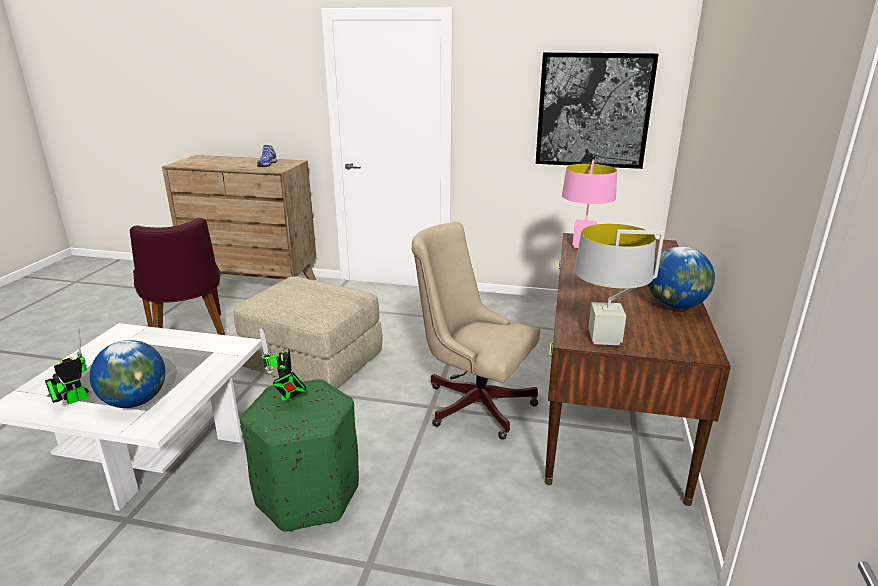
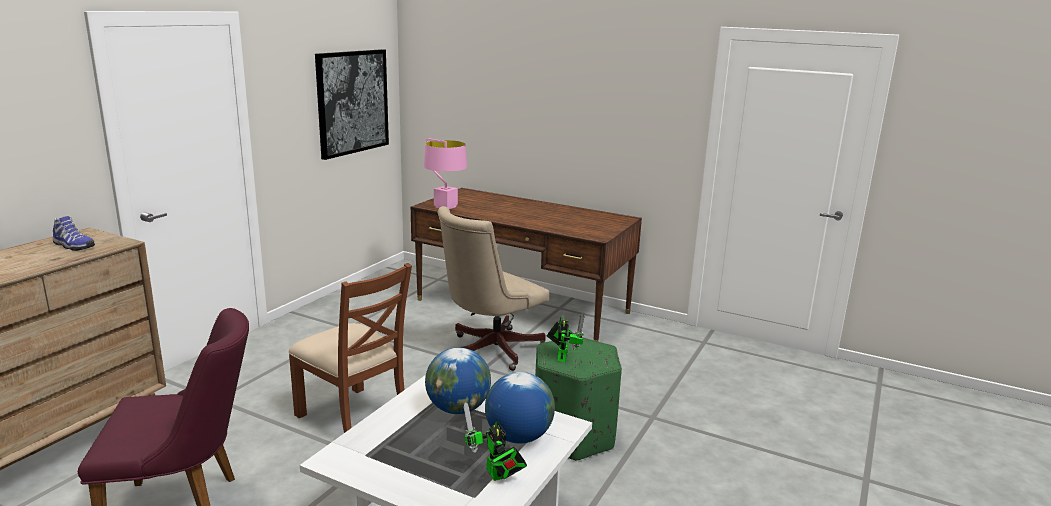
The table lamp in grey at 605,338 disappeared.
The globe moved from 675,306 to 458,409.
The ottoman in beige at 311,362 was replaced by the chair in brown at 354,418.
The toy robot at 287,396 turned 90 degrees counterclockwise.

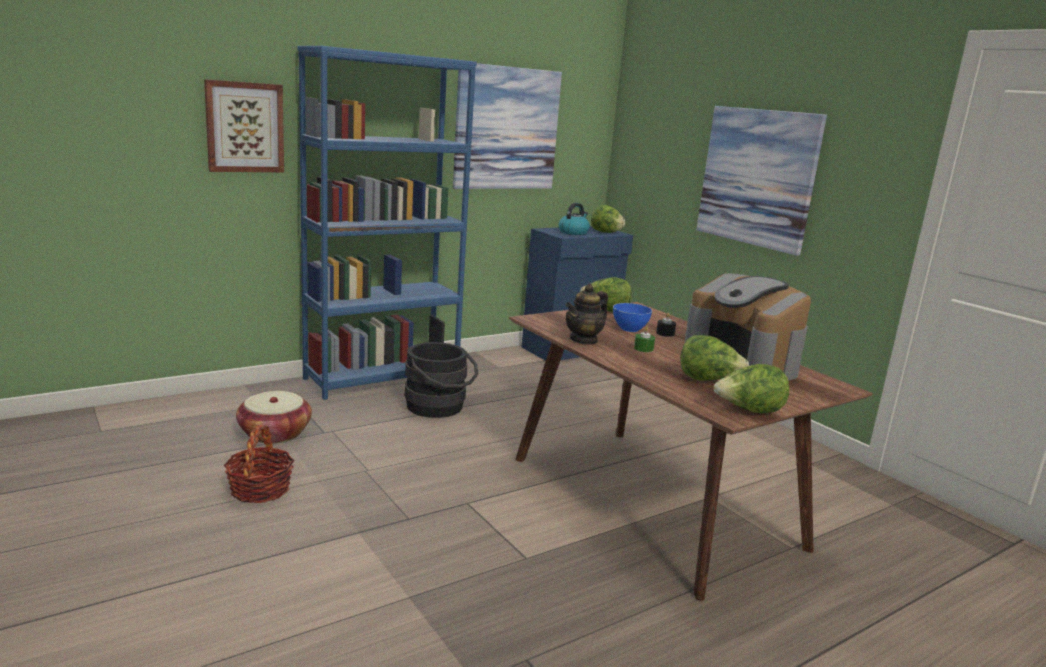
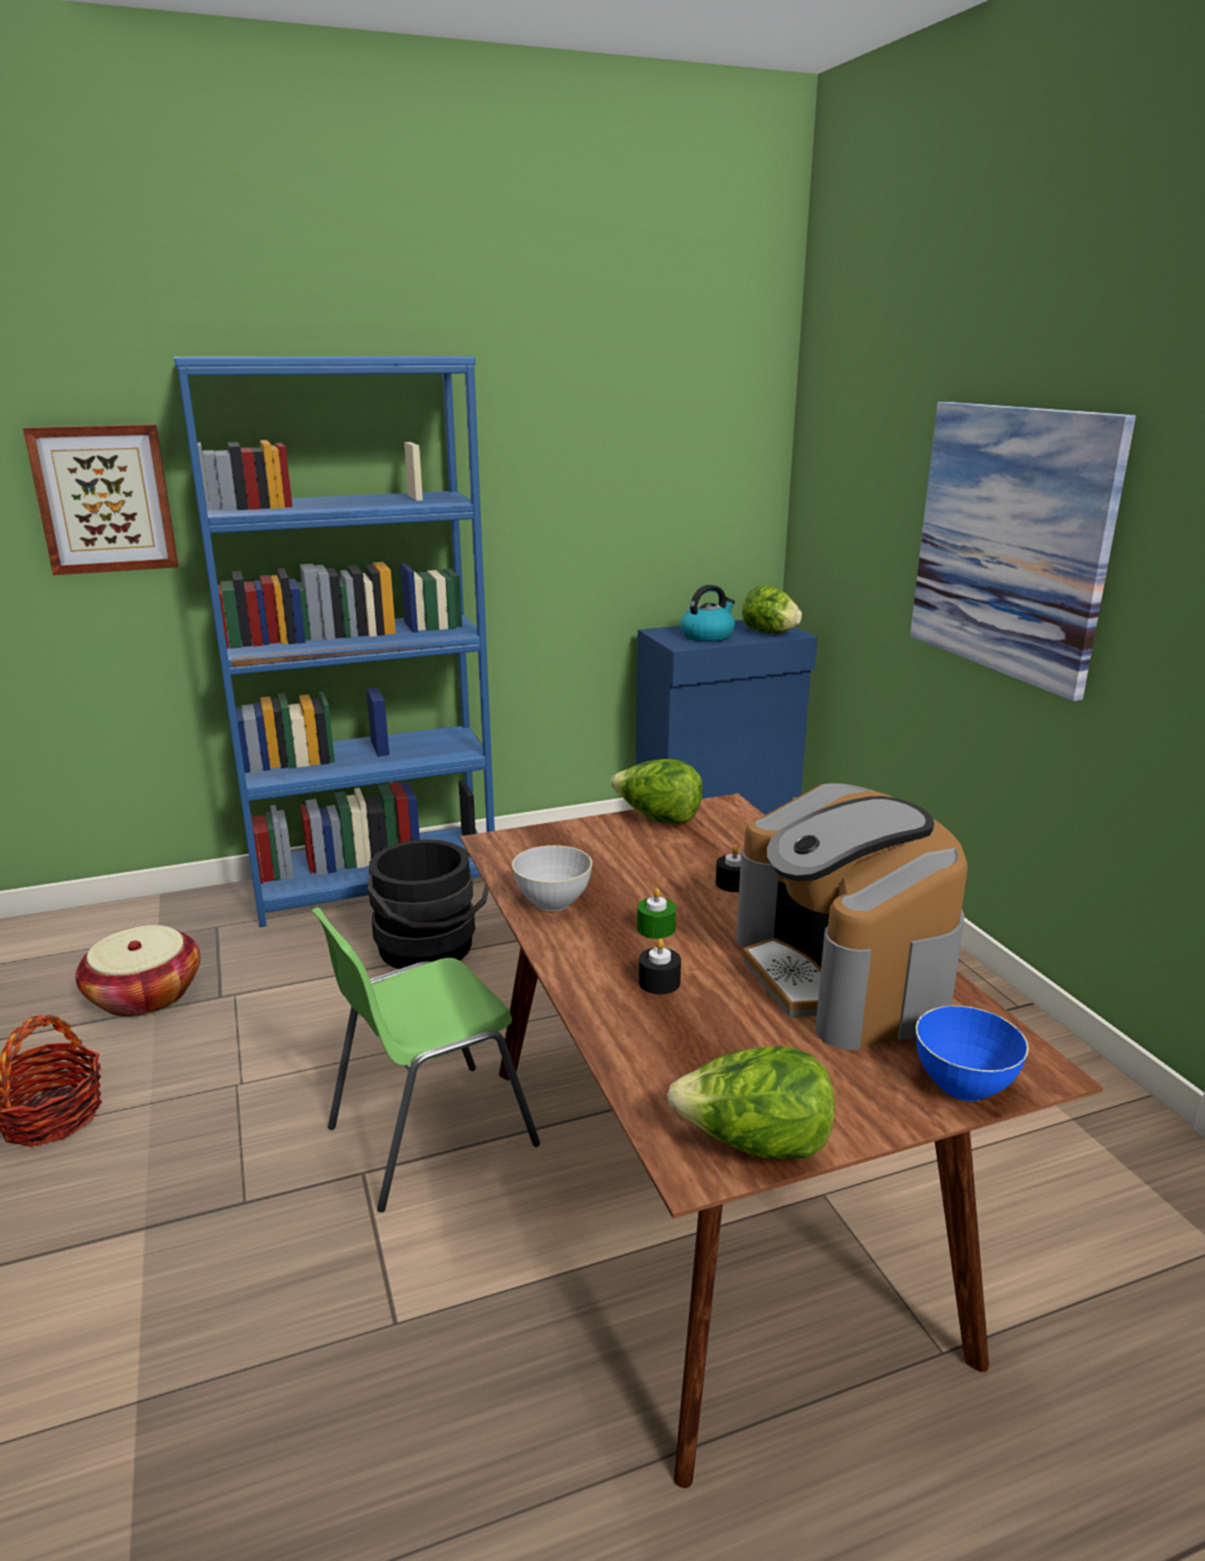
The picture at 506,128 disappeared.
The teapot at 584,340 was replaced by the bowl in grey at 553,902.
The bowl in blue moved from 630,329 to 963,1085.
The lettuce at 708,380 disappeared.
The chair in green at 429,1135 appeared.
The candle in black at 659,982 appeared.

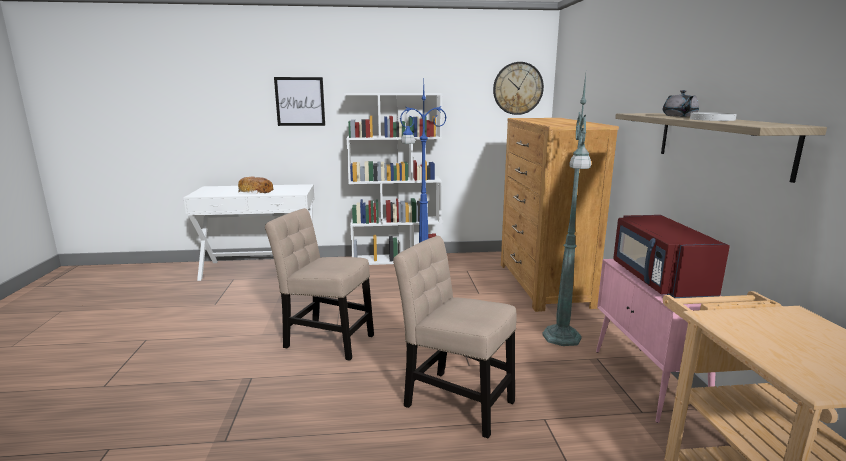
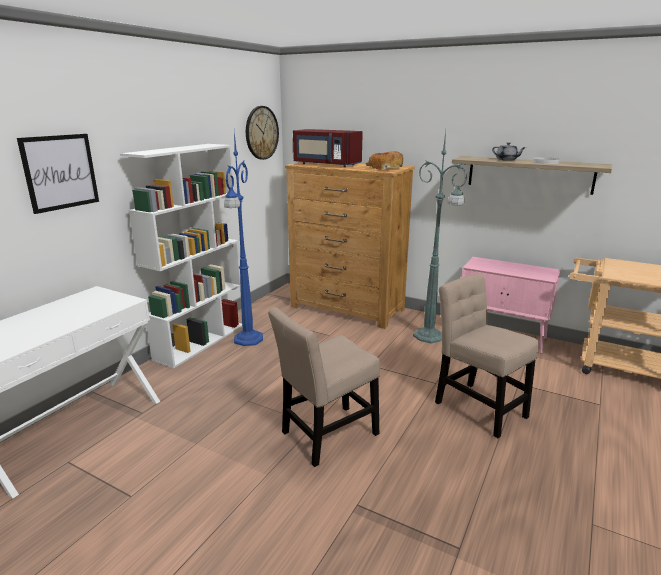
The bread moved from 256,192 to 384,168.
The microwave in red moved from 658,280 to 326,164.
The chair in beige at 454,400 turned 75 degrees clockwise.

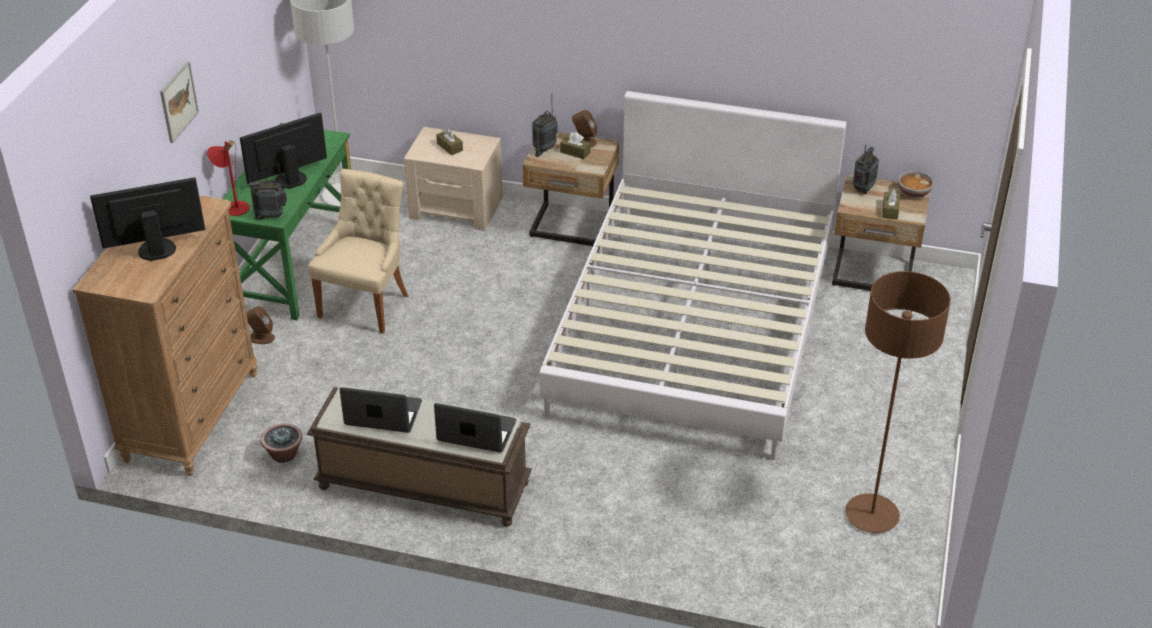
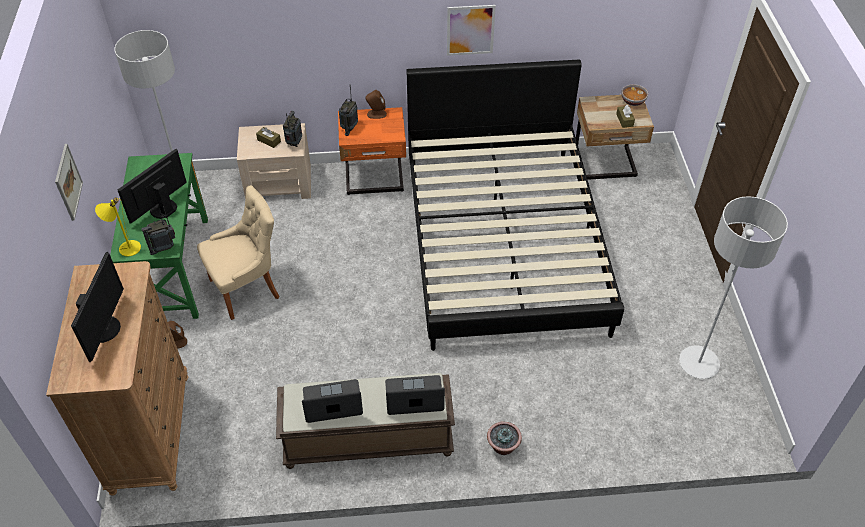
The bed in white at 695,328 became the bed in black at 504,241.
The nightstand in beige at 571,228 became the nightstand in orange at 375,179.
The tissue box in brown at 575,152 disappeared.
The table lamp in red at 233,206 became the table lamp in yellow at 126,247.
The radio moved from 863,189 to 294,143.
The chair in beige at 366,304 turned 60 degrees clockwise.
The monitor at 156,248 turned 135 degrees clockwise.
The floor lamp in brown at 872,515 became the floor lamp in grey at 698,363.
The potted plant moved from 284,455 to 503,446.
The picture at 470,30 appeared.

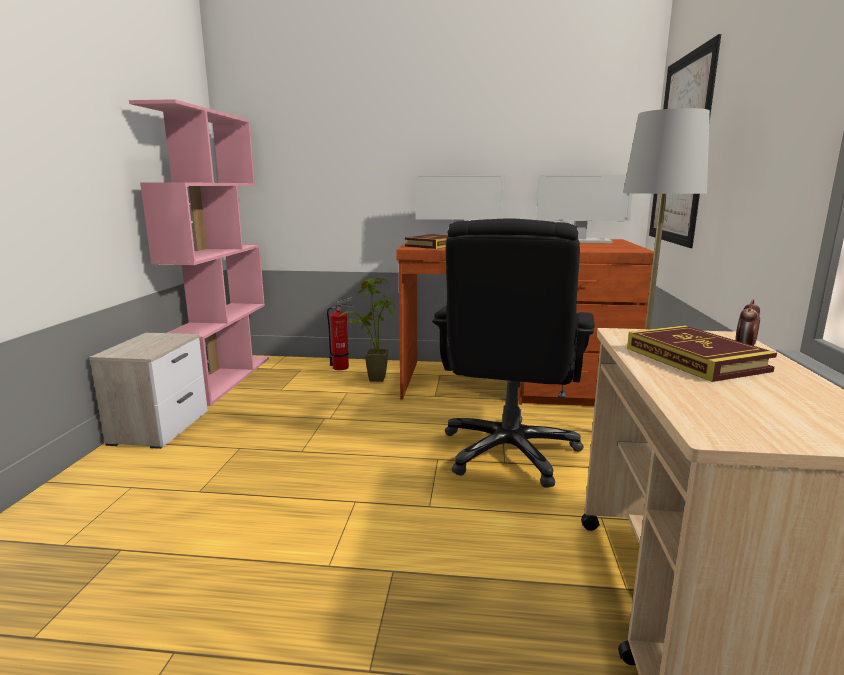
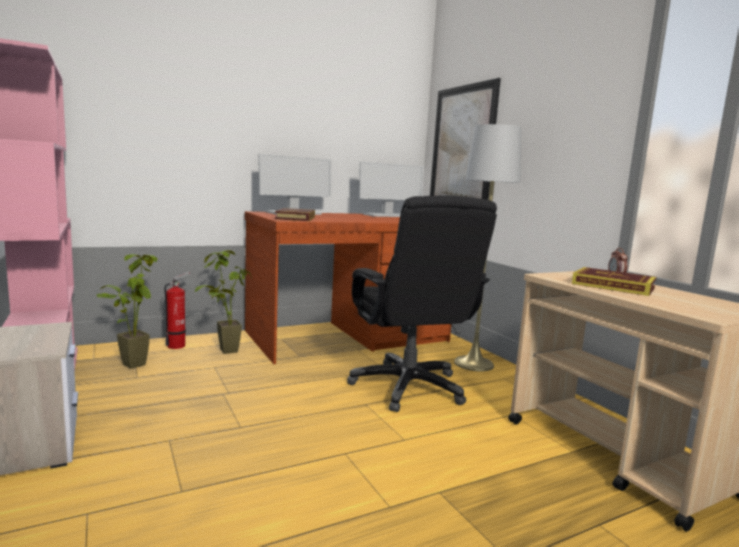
The potted plant at 132,362 appeared.

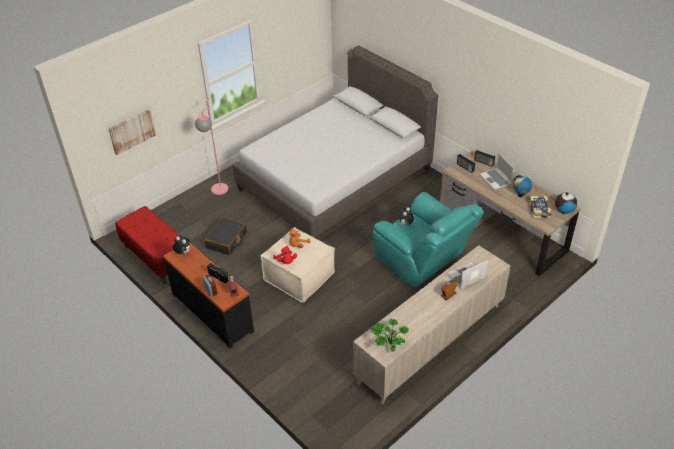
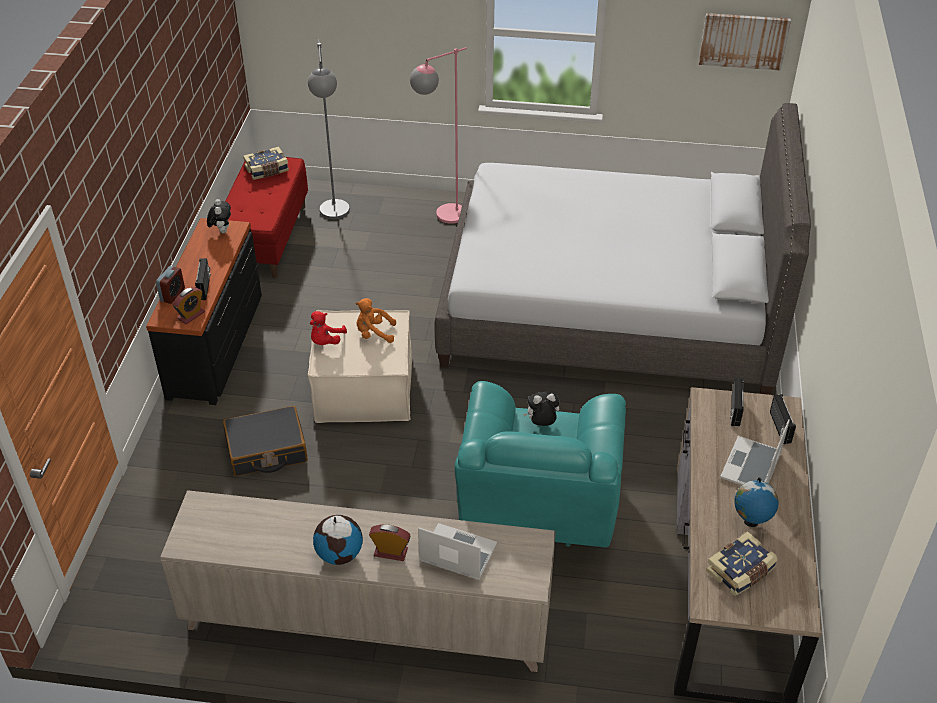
The picture moved from 132,131 to 743,40.
The globe moved from 564,210 to 340,554.
The suitcase in black moved from 227,240 to 266,450.
The potted plant at 388,343 disappeared.
The floor lamp in grey at 335,216 appeared.
The book at 267,170 appeared.

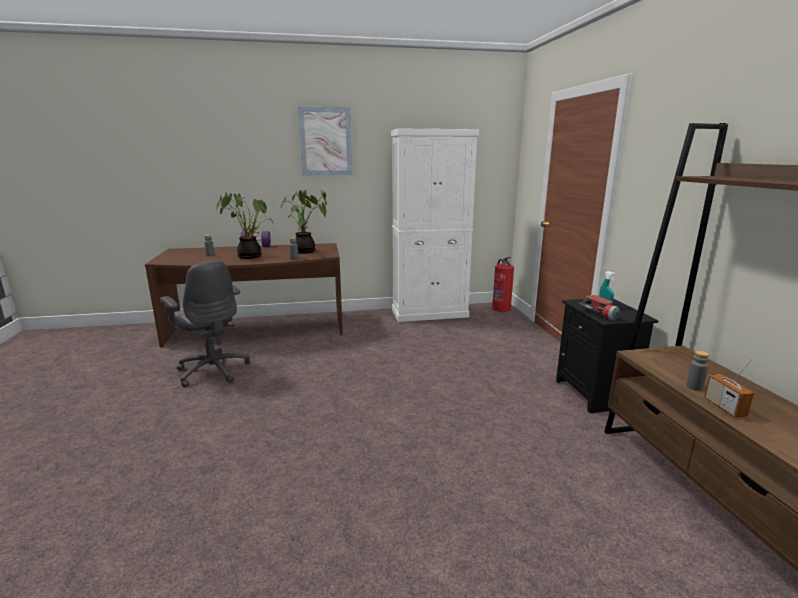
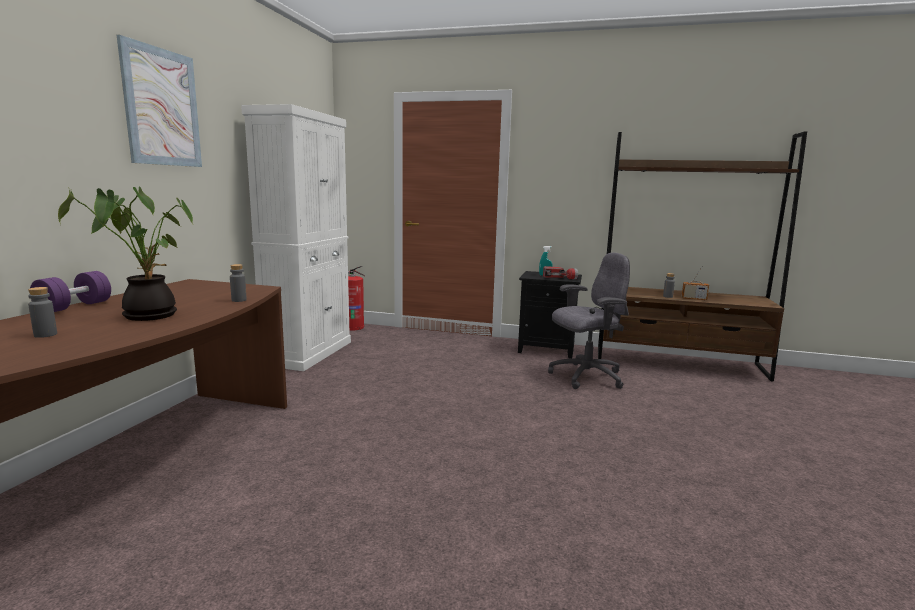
The potted plant at 306,251 disappeared.
The office chair in grey moved from 213,370 to 585,376.

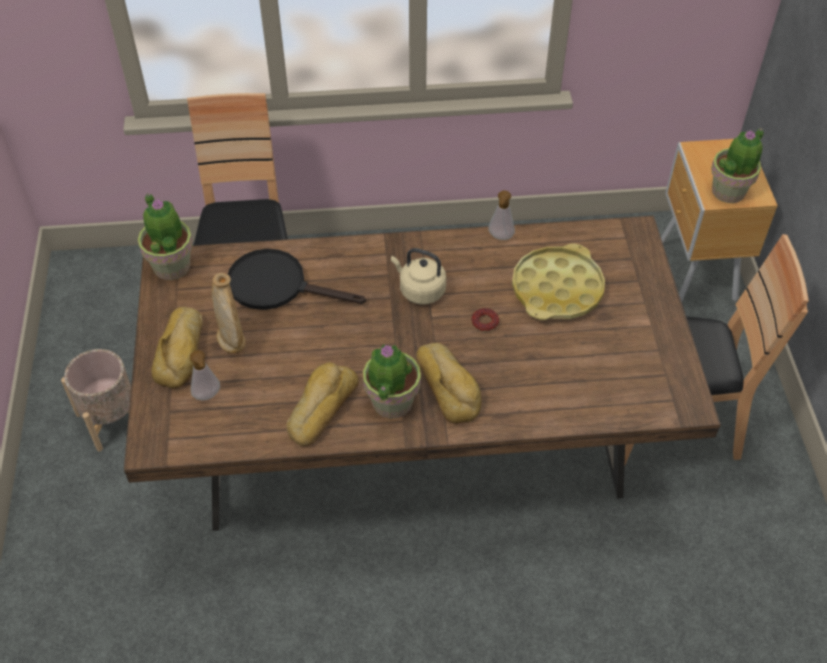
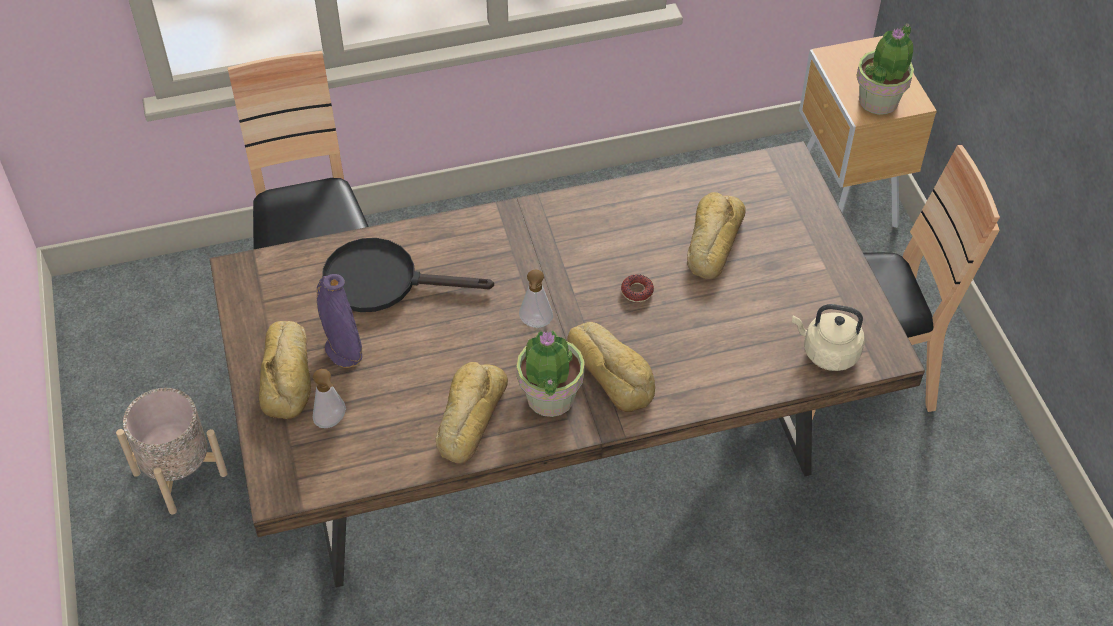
The soap dispenser moved from 500,238 to 535,324.
The potted plant at 172,265 disappeared.
The tray in yellow at 557,289 was replaced by the bread at 711,241.
The kettle in beige moved from 420,290 to 827,352.
The vase in beige at 231,340 became the vase in purple at 343,352.

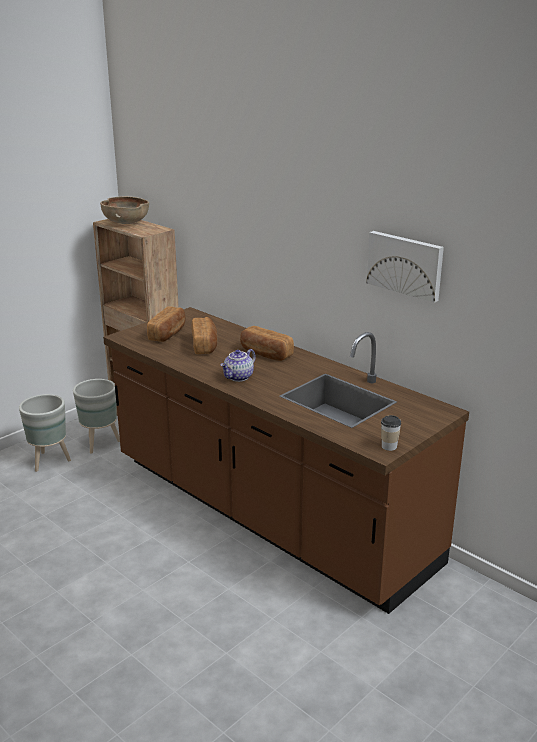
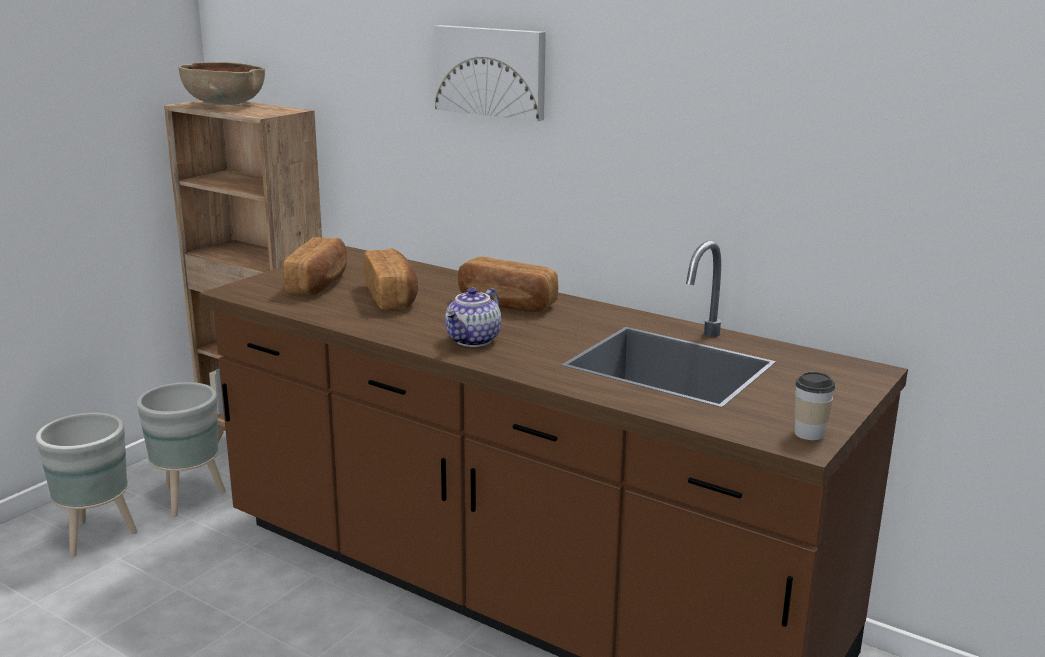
The picture moved from 405,265 to 491,71.

